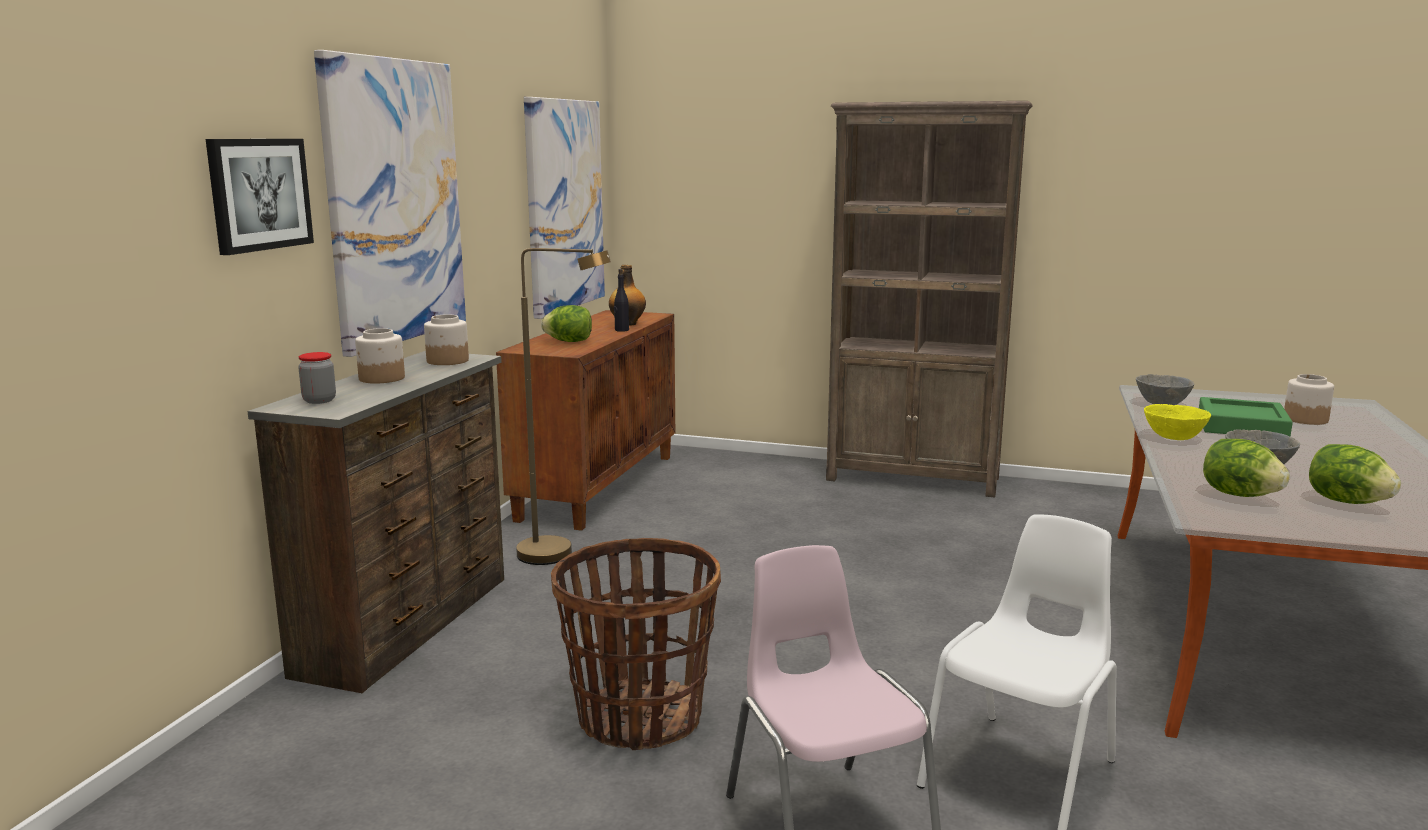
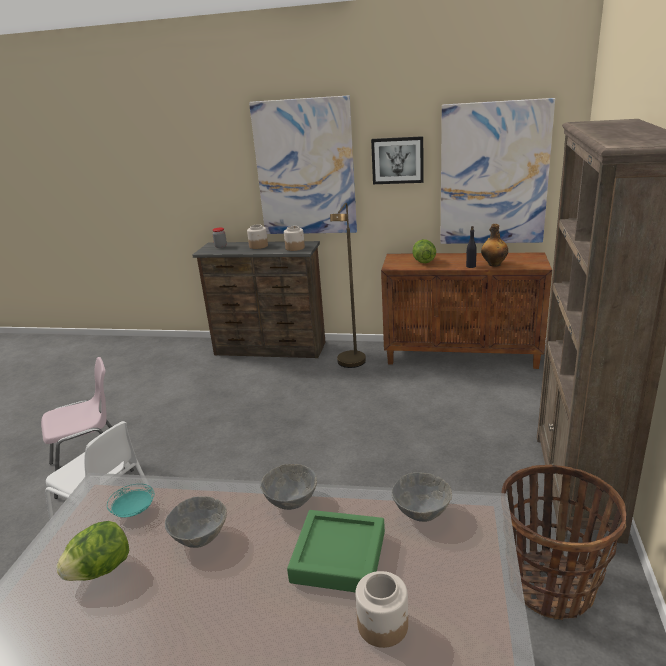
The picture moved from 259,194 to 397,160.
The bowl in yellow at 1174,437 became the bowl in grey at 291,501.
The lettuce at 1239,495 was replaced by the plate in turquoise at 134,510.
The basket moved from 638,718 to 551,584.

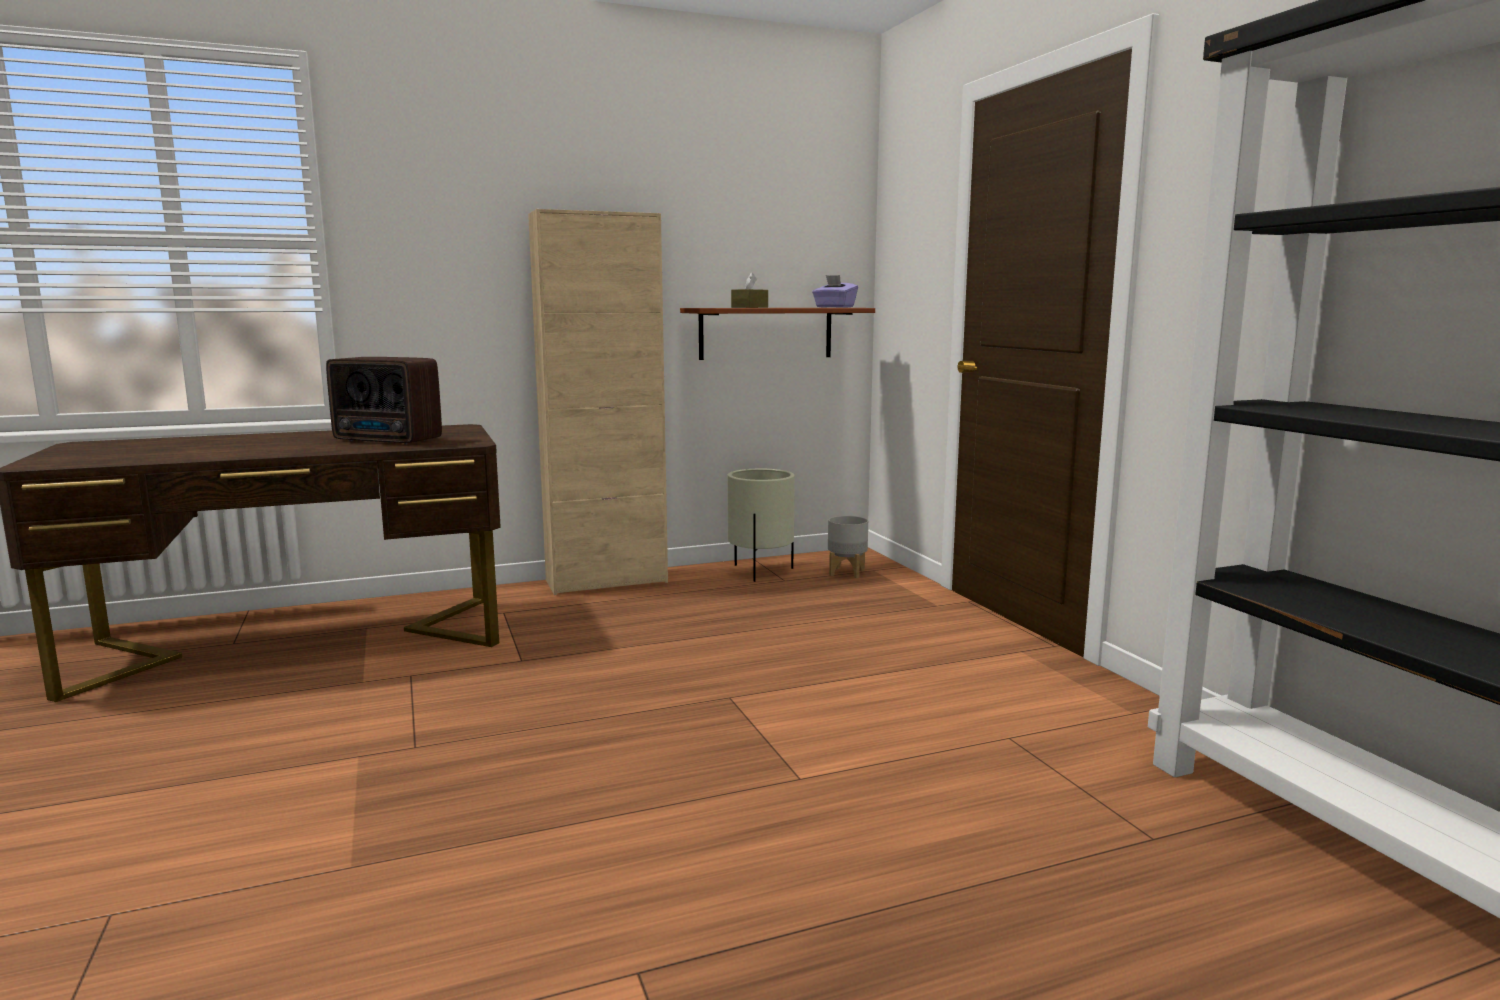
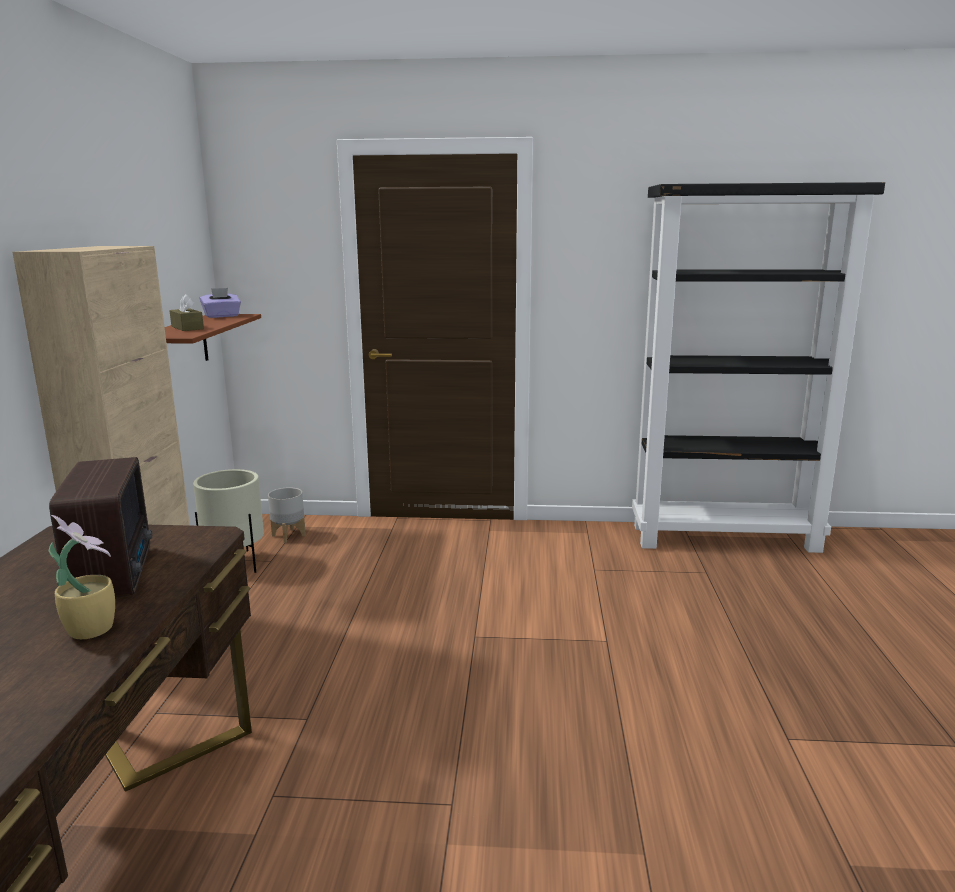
The radio at 388,441 turned 60 degrees counterclockwise.
The potted plant at 91,628 appeared.

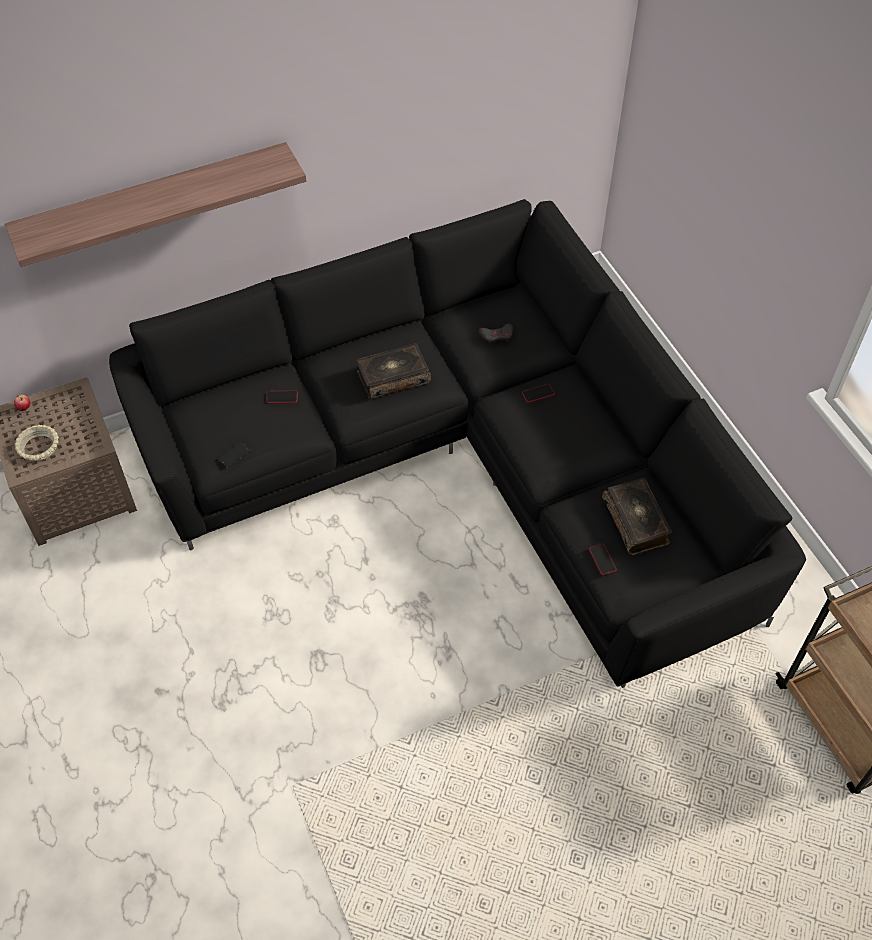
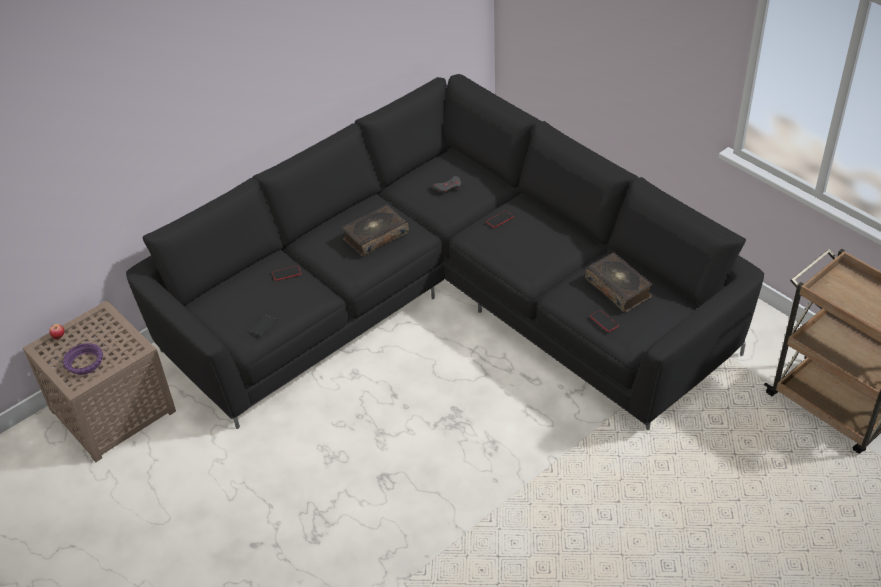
The shelf at 154,202 disappeared.
The bowl in beige at 39,447 became the bowl in purple at 85,363.

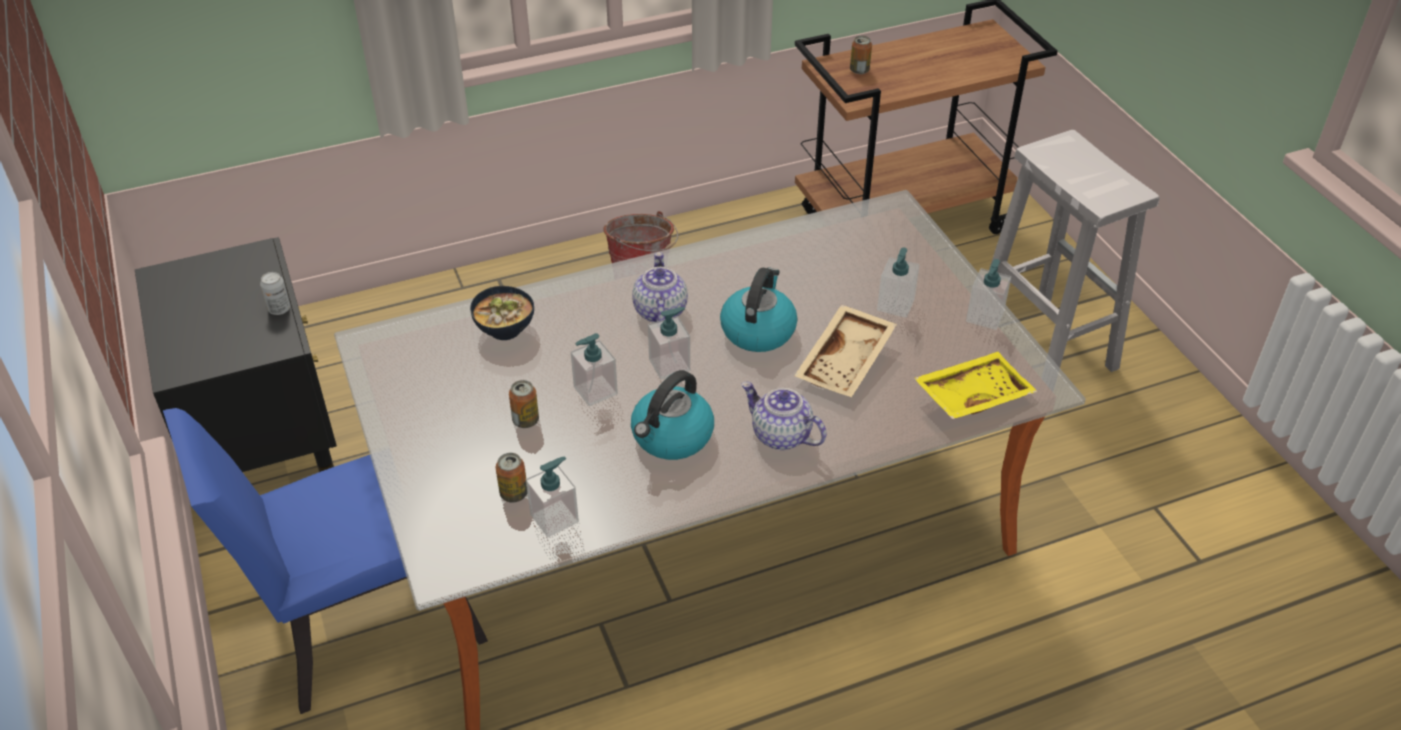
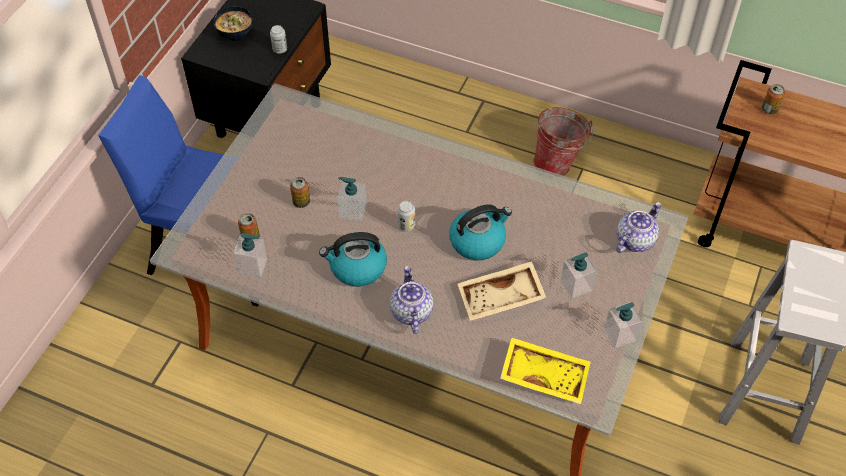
The teapot moved from 659,311 to 635,240.
The bowl moved from 505,329 to 236,34.
The soap dispenser at 669,365 was replaced by the can at 406,225.

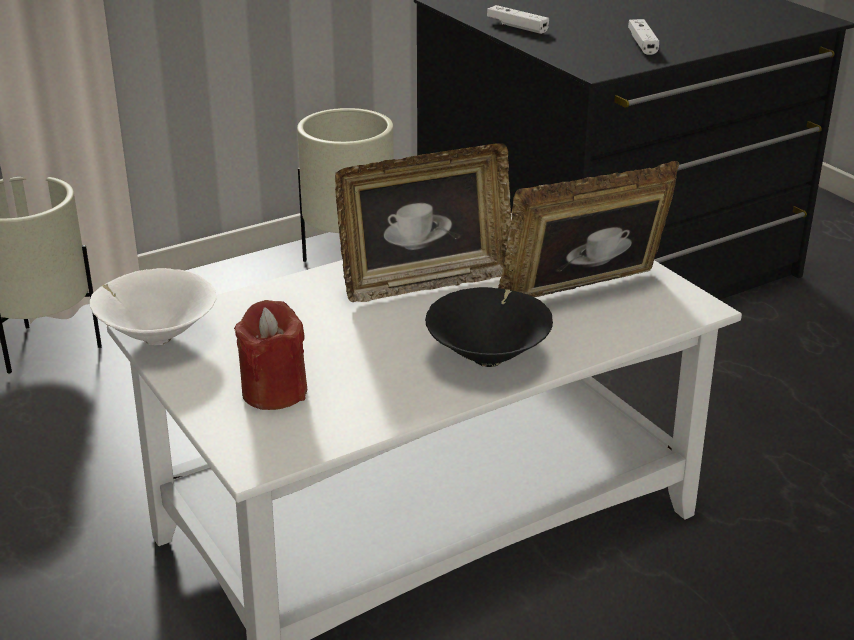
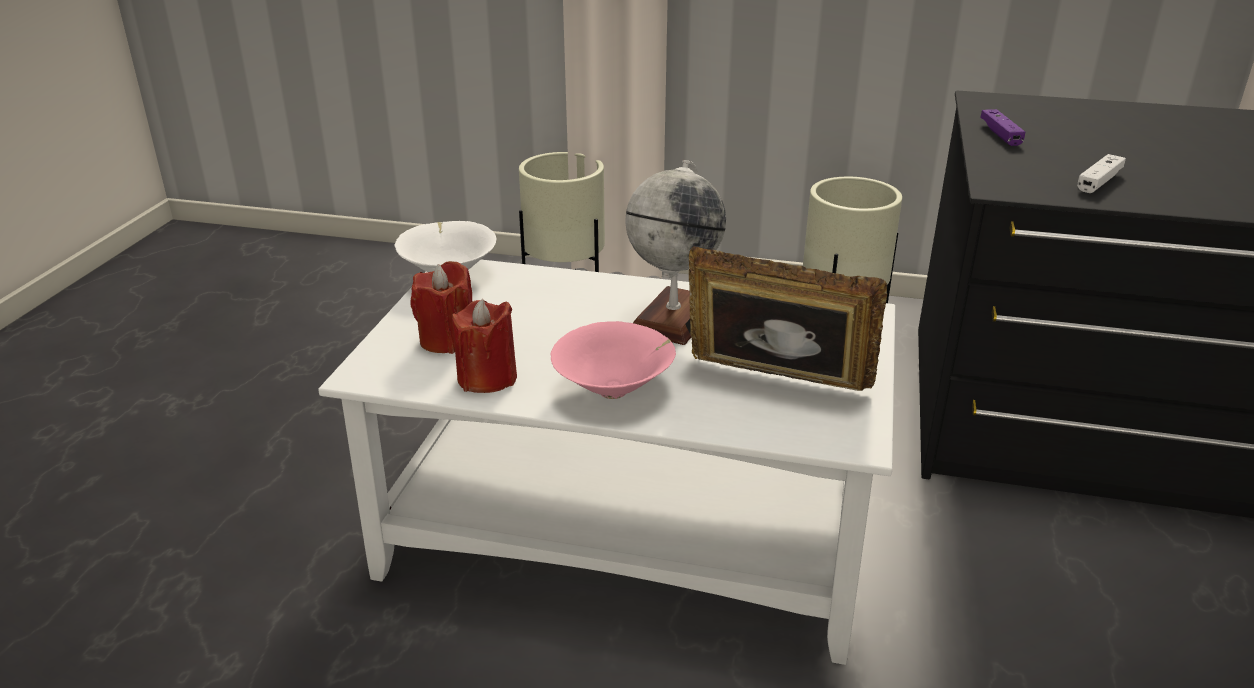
The game controller in white at 517,26 became the game controller in purple at 1000,134.
The picture frame at 426,282 was replaced by the globe at 673,317.
The bowl in black at 489,358 became the bowl in pink at 616,391.
The candle in red at 487,378 appeared.

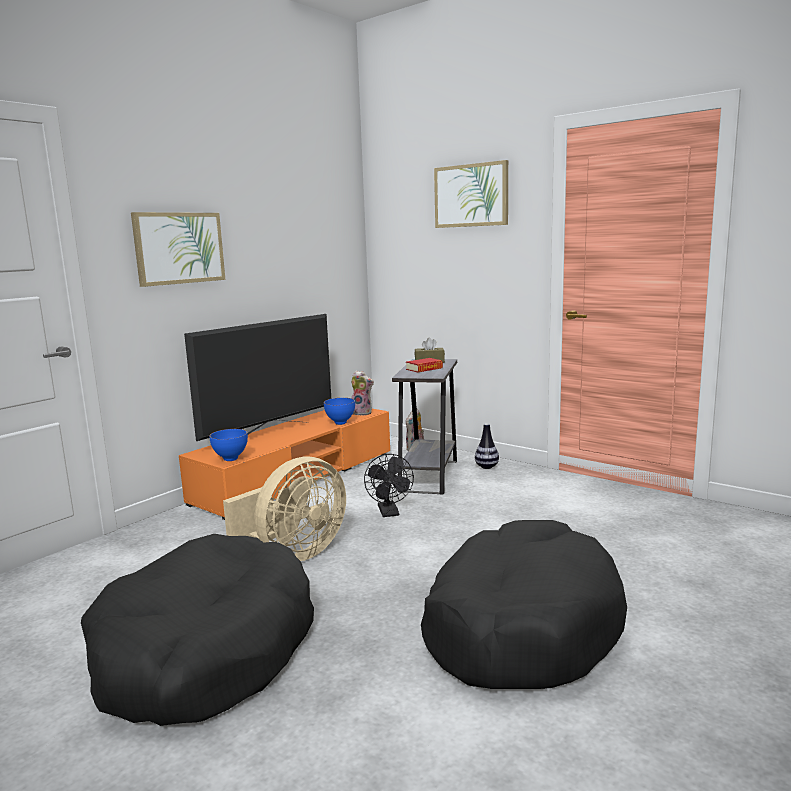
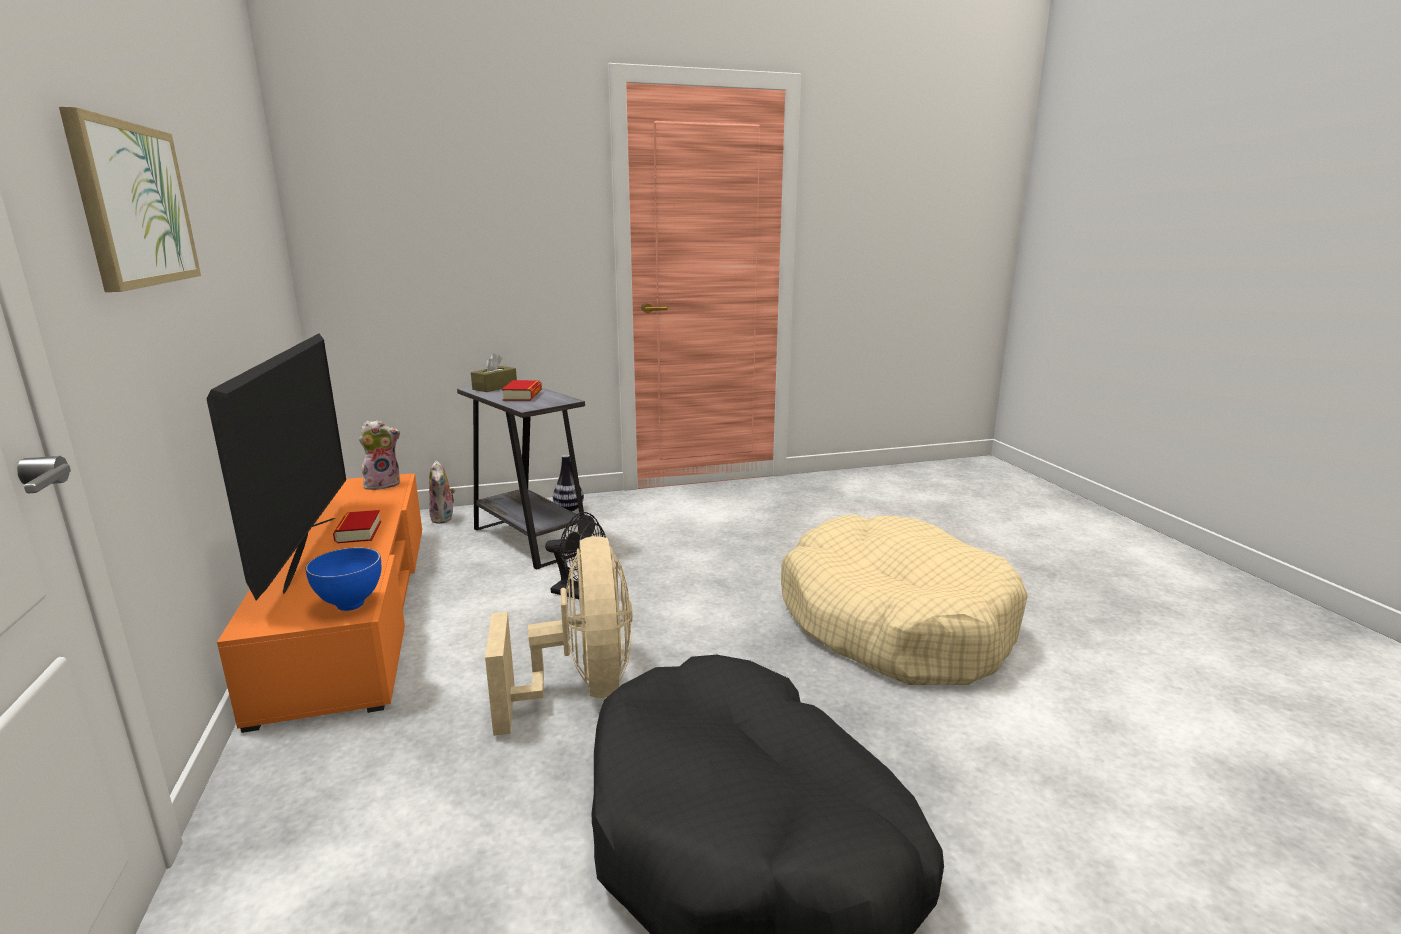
The picture at 471,195 disappeared.
The bowl in blue at 341,423 disappeared.
The dog bed in black at 520,625 became the dog bed in beige at 893,622.
The book at 358,532 appeared.

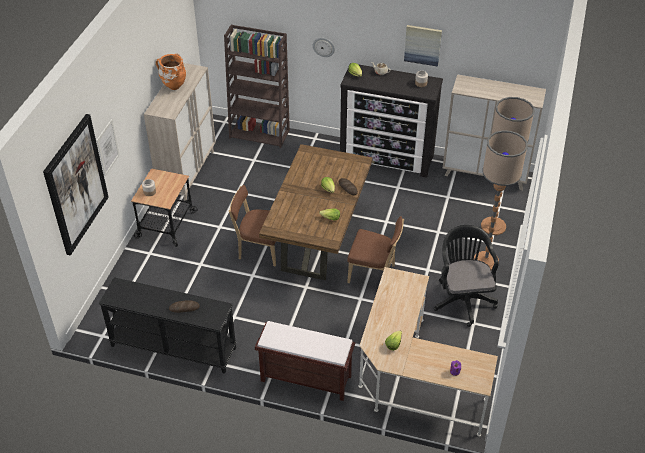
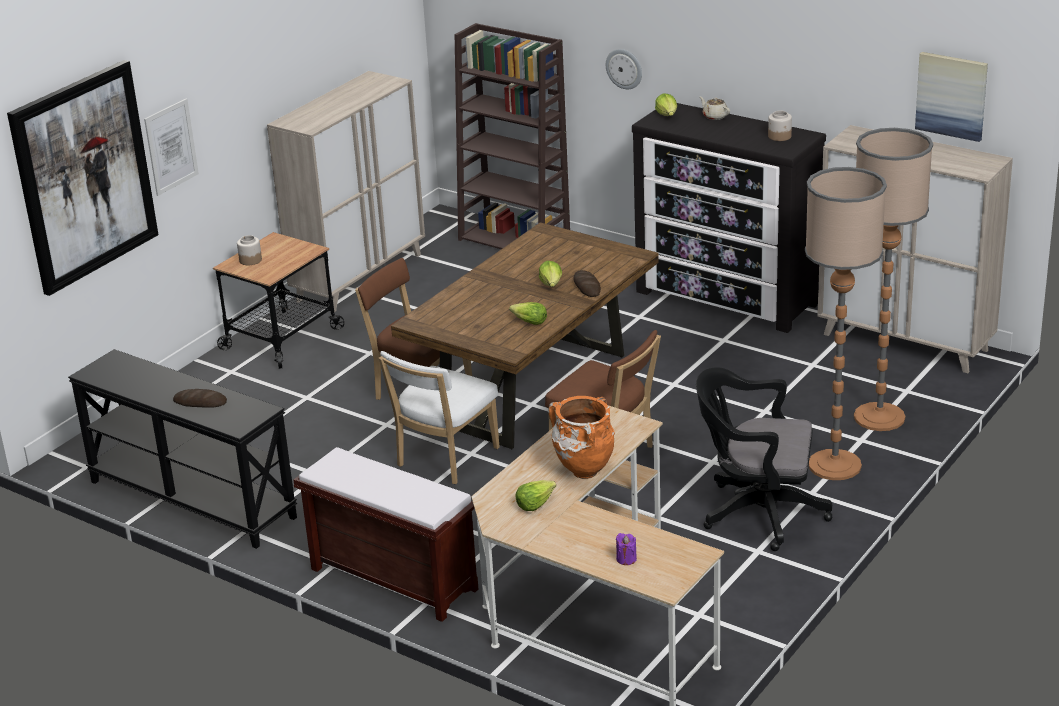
The picture moved from 422,45 to 951,95.
The vase in orange moved from 174,86 to 583,471.
The office chair in black at 462,298 turned 90 degrees counterclockwise.
The chair in white at 444,459 appeared.

